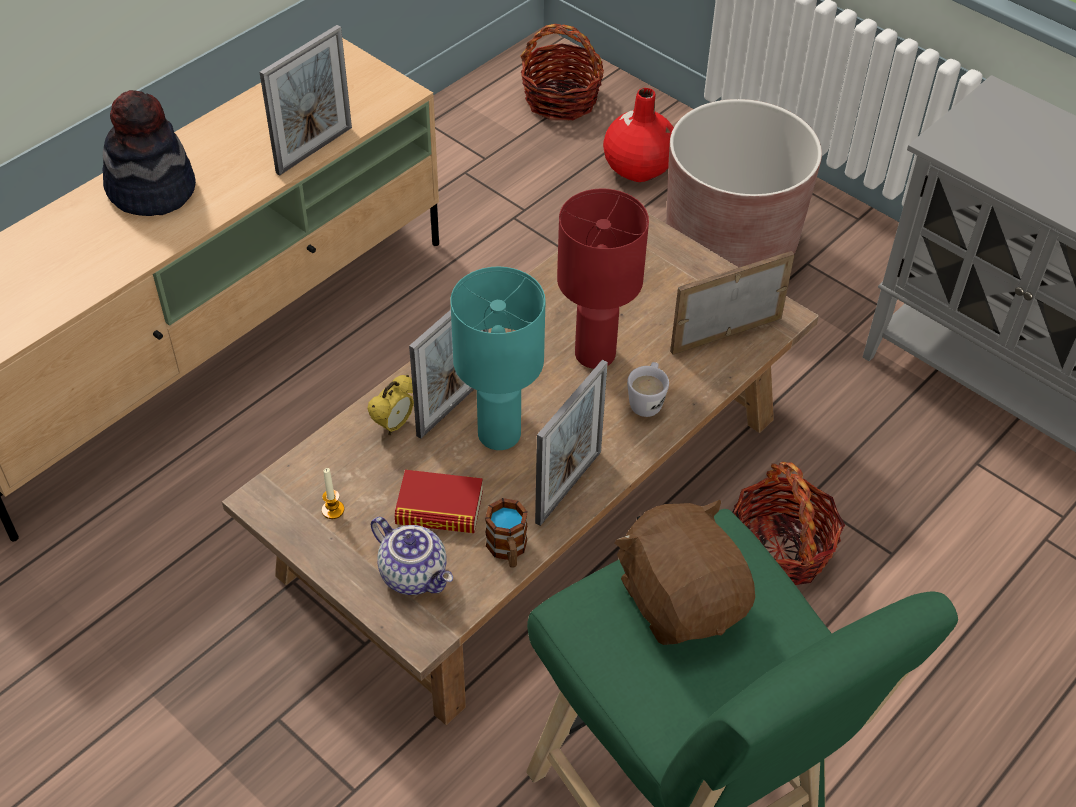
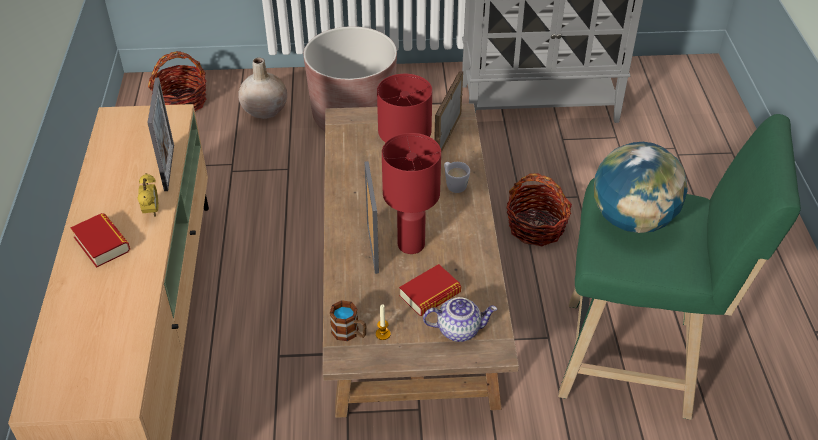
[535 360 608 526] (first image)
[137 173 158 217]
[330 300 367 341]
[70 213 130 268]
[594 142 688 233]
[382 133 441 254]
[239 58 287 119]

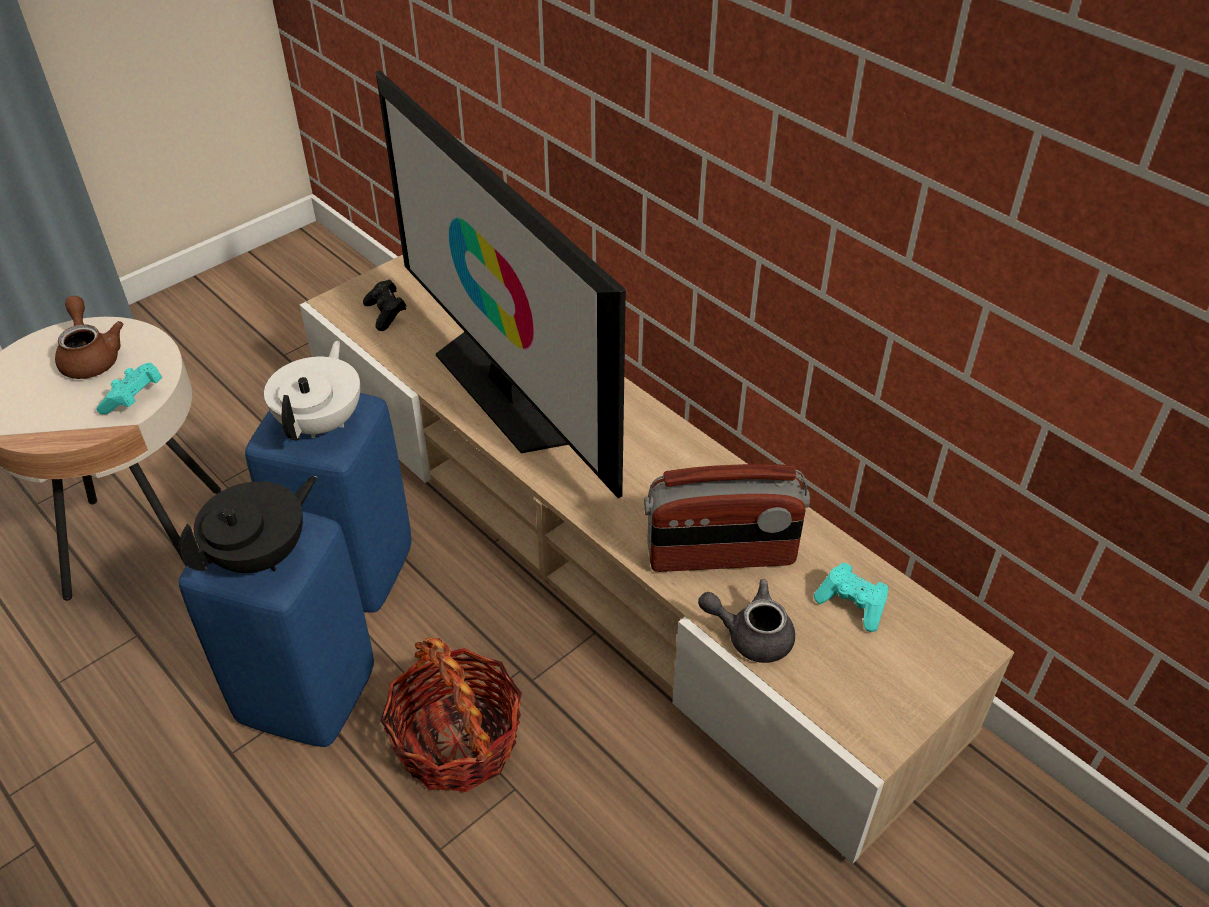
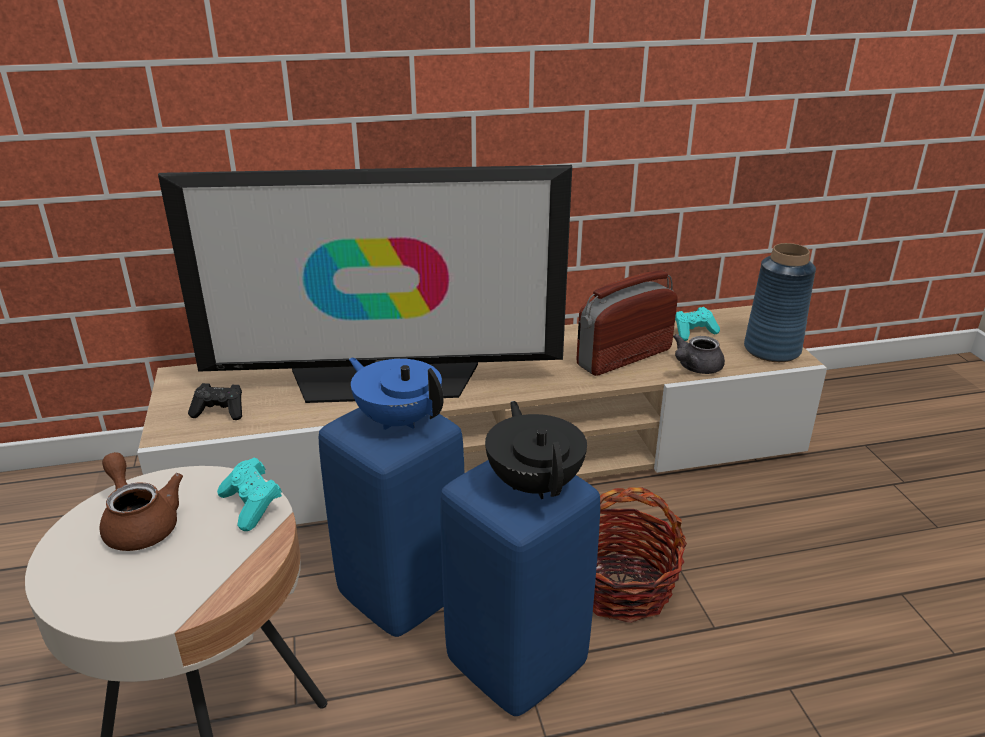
[744 243 816 362]
[349 358 443 430]
[99 452 183 551]
[576 270 678 376]

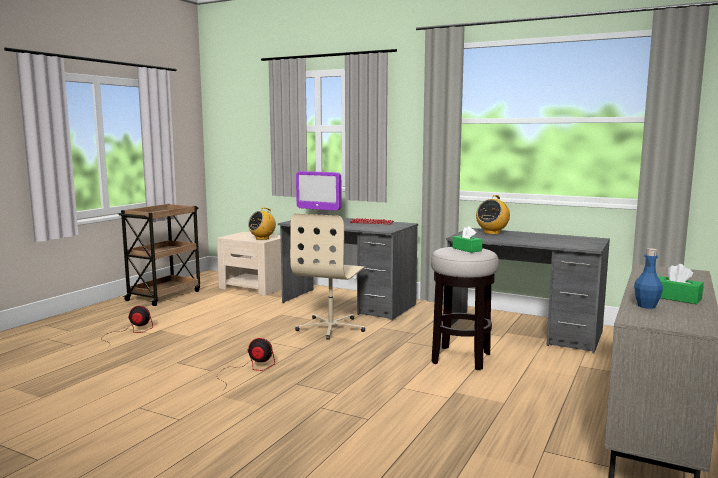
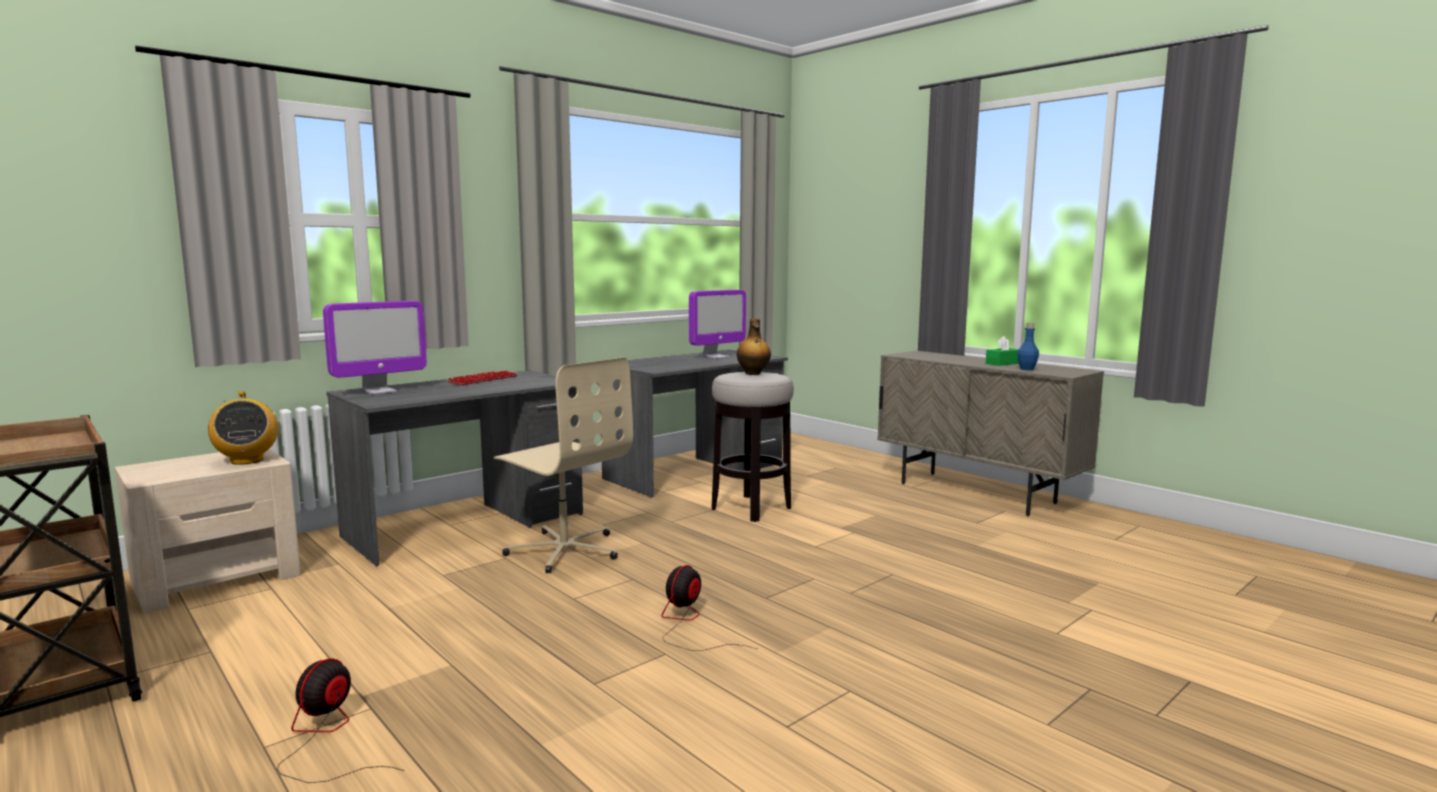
[476 195 510 234] (first image)
[689 290 746 359]
[737 319 771 375]

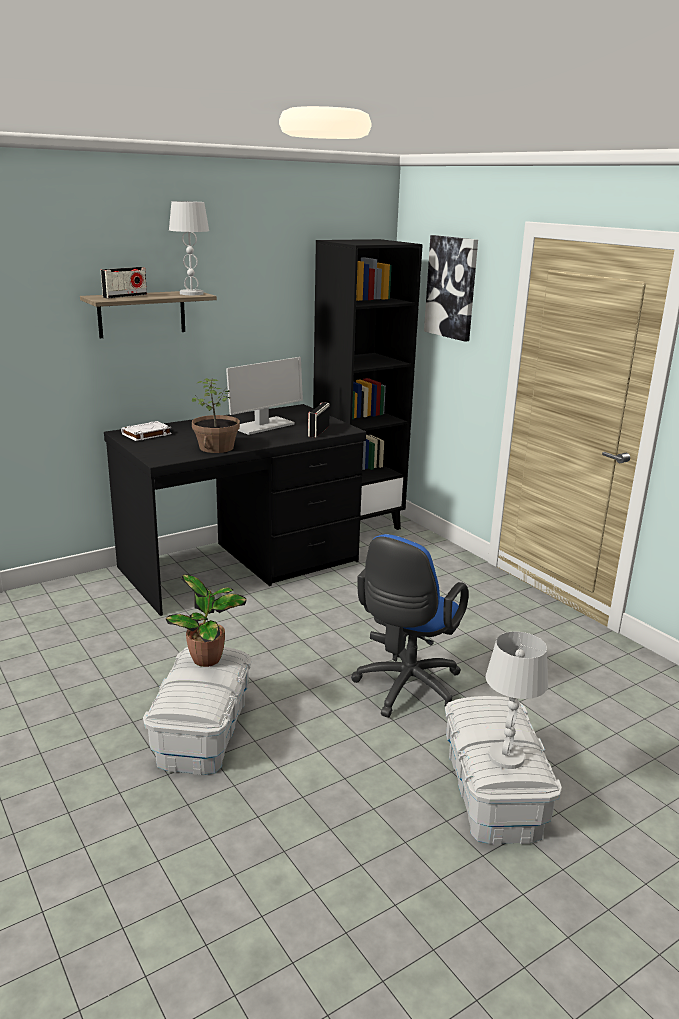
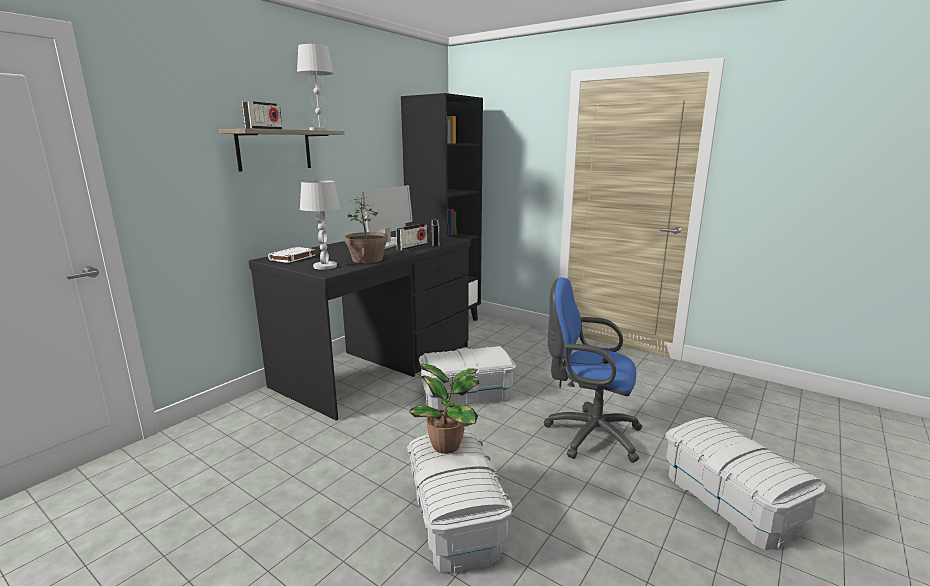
[424 235 478 342] (first image)
[396 224 428 251]
[419 346 516 409]
[300 180 340 270]
[543 277 642 463]

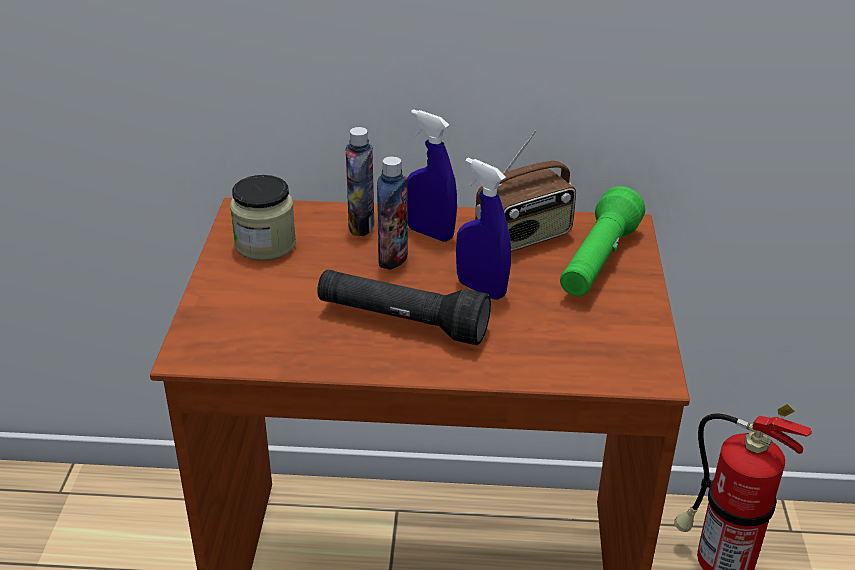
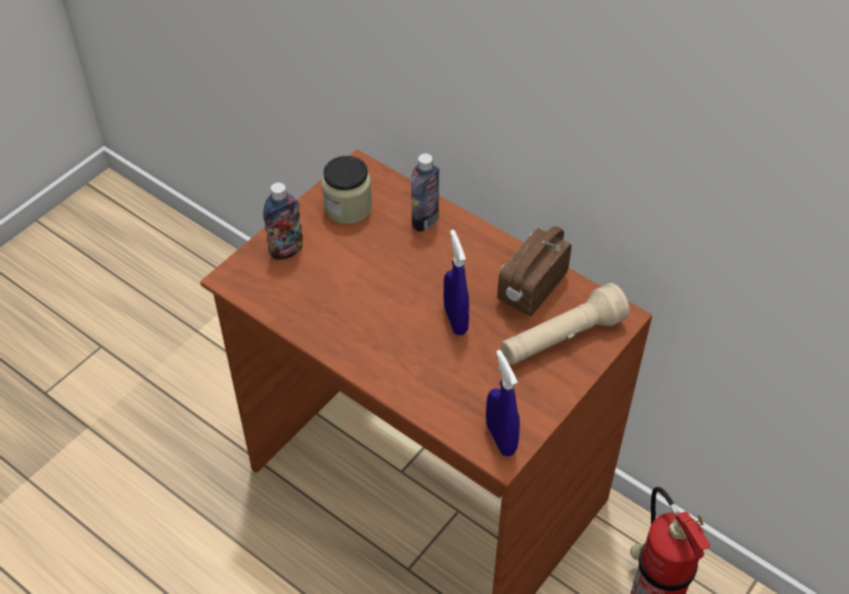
[317 270 491 345] (first image)
[263 183 303 260]
[486 350 520 456]
[501 283 630 365]
[497 226 572 316]

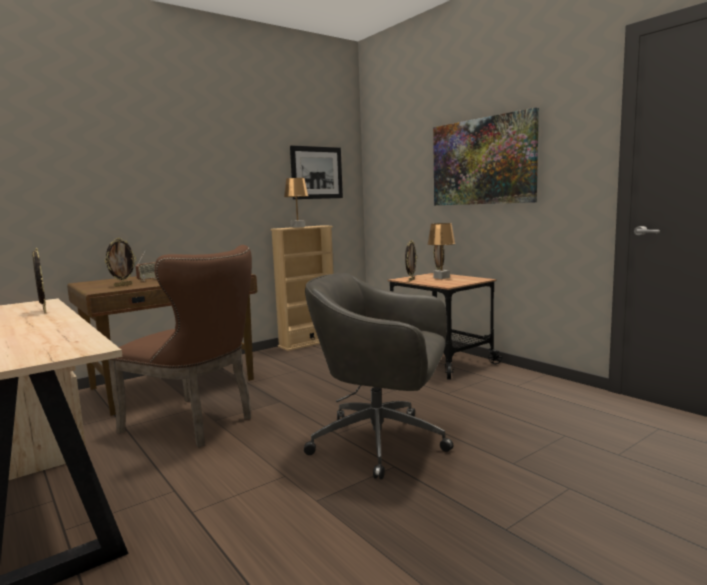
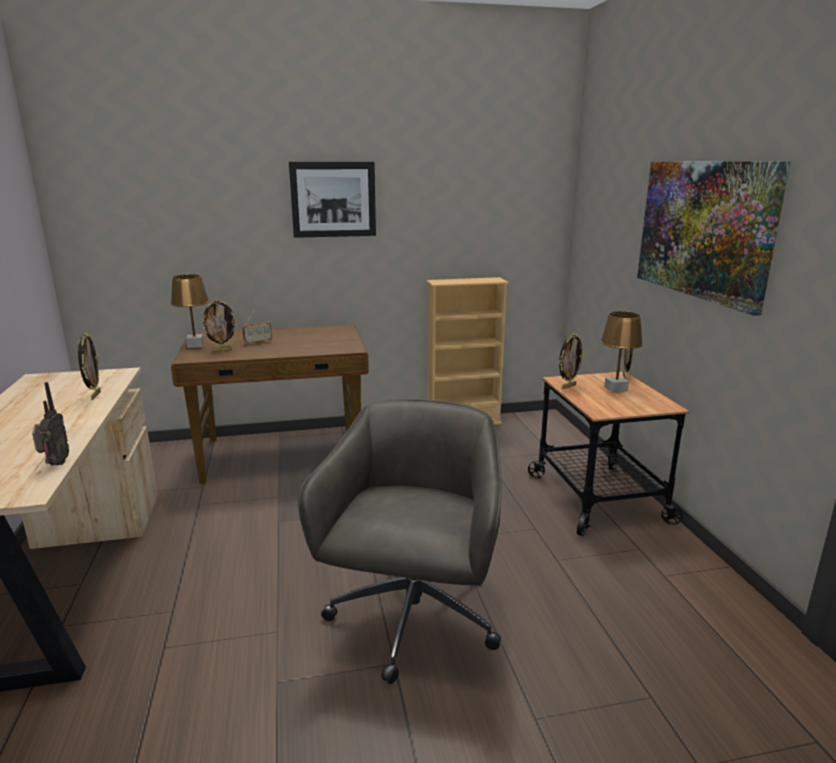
[108 245 252 448] (first image)
[32 382 69 465]
[171 274 209 348]
[289 162 376 238]
[298 399 502 684]

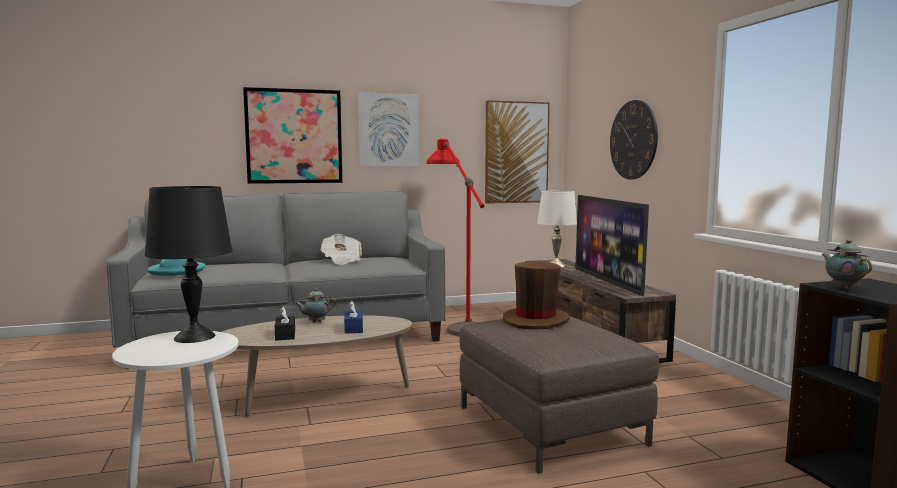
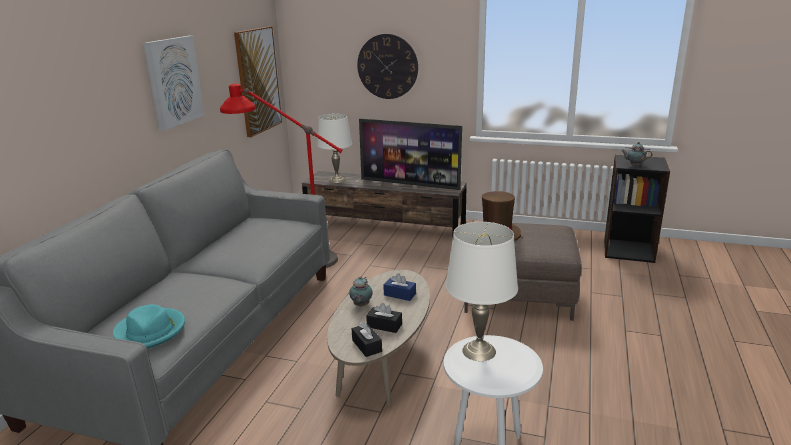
[243 87 343 184] (first image)
[320 234 362 265] (first image)
[352 321 382 357]
[445 222 518 361]

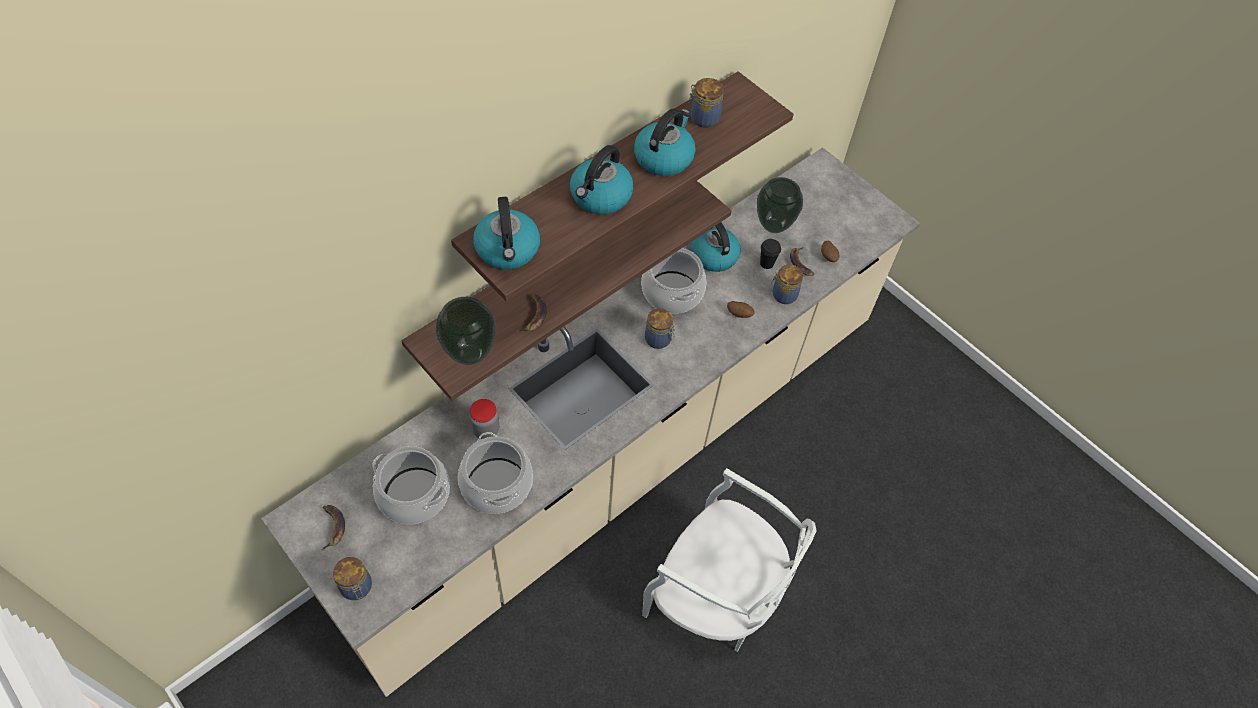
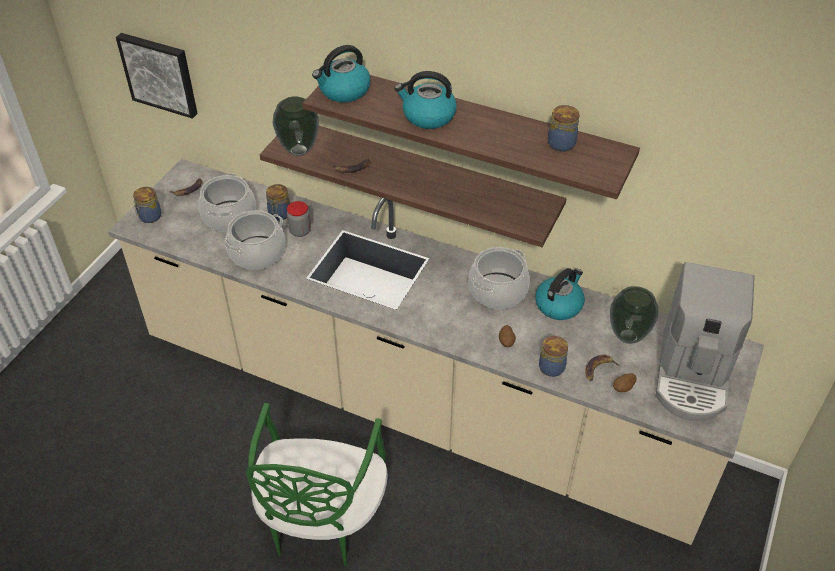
[634 109 696 176] (first image)
[760 239 781 269] (first image)
[116 33 198 119]
[656 262 755 421]
[266 184 290 220]
[246 403 388 566]

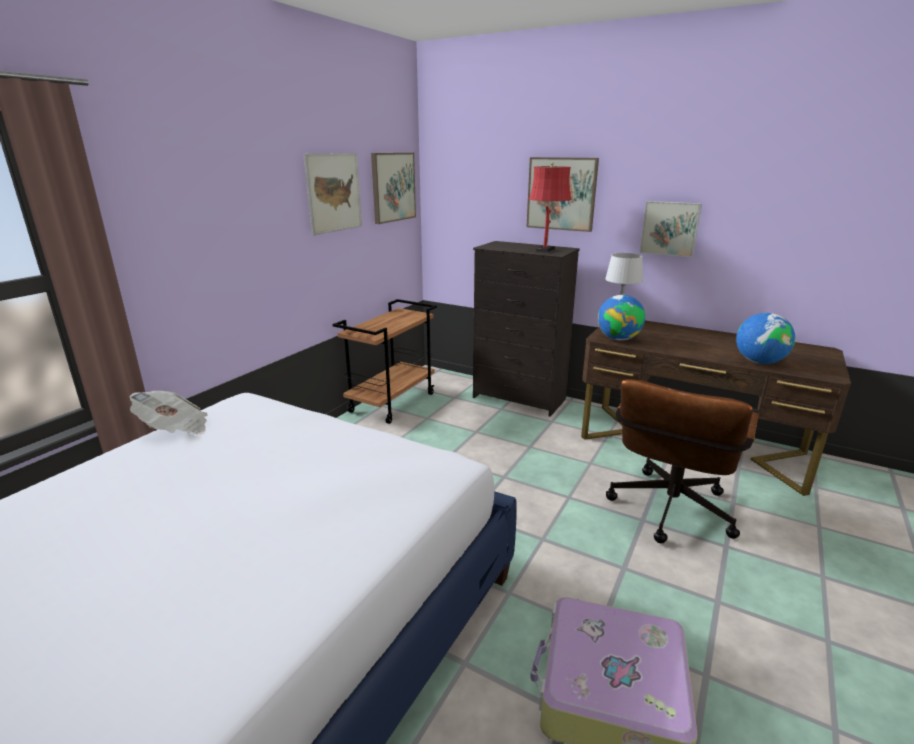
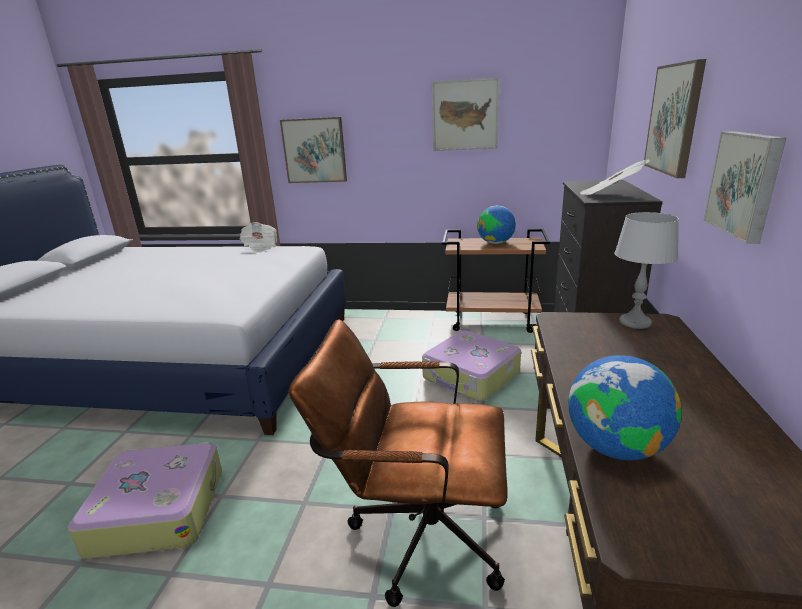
[422 330 521 401]
[280 117 347 183]
[477 206 516 244]
[580 160 650 195]

